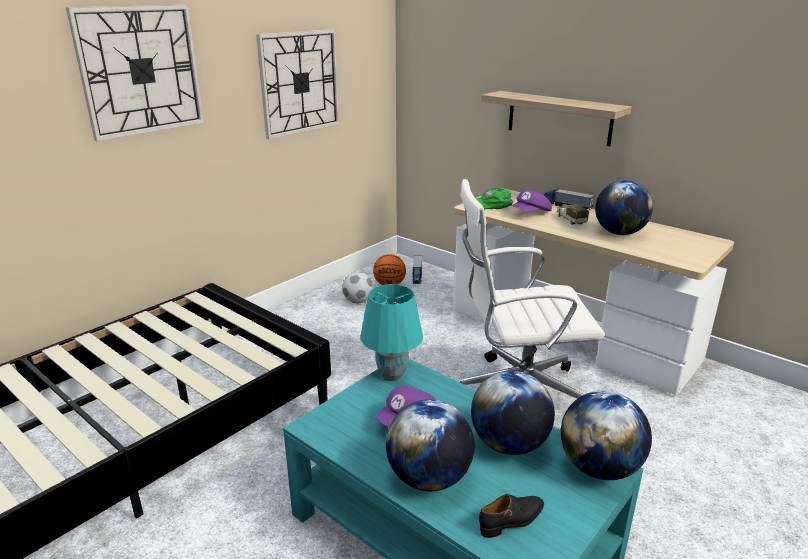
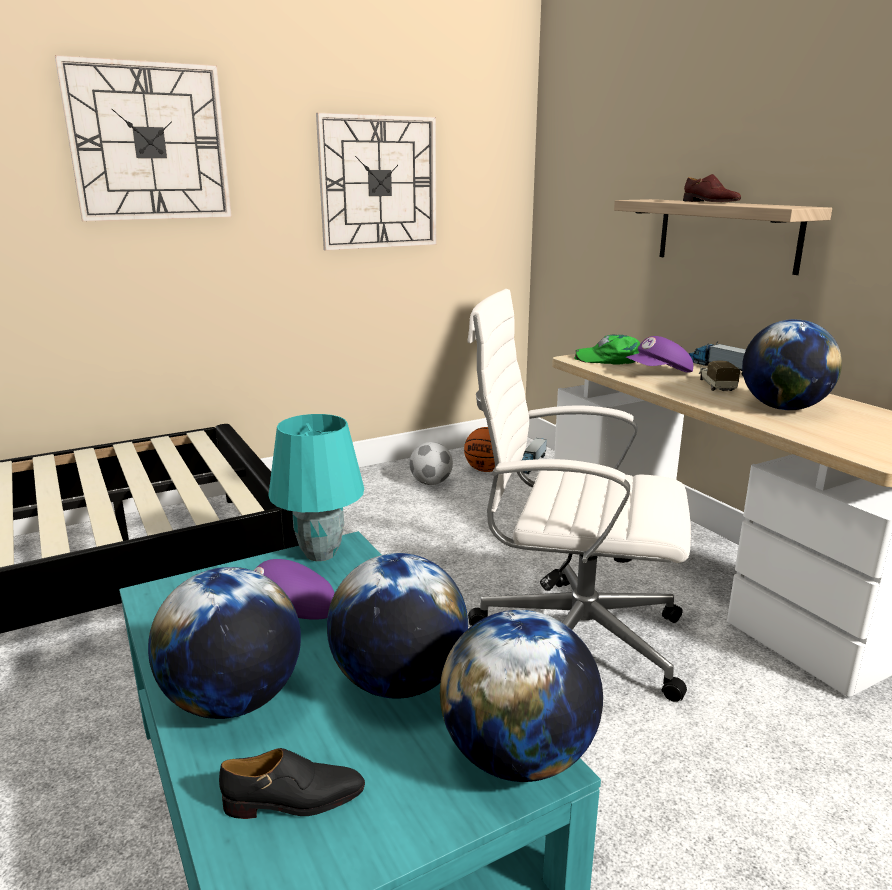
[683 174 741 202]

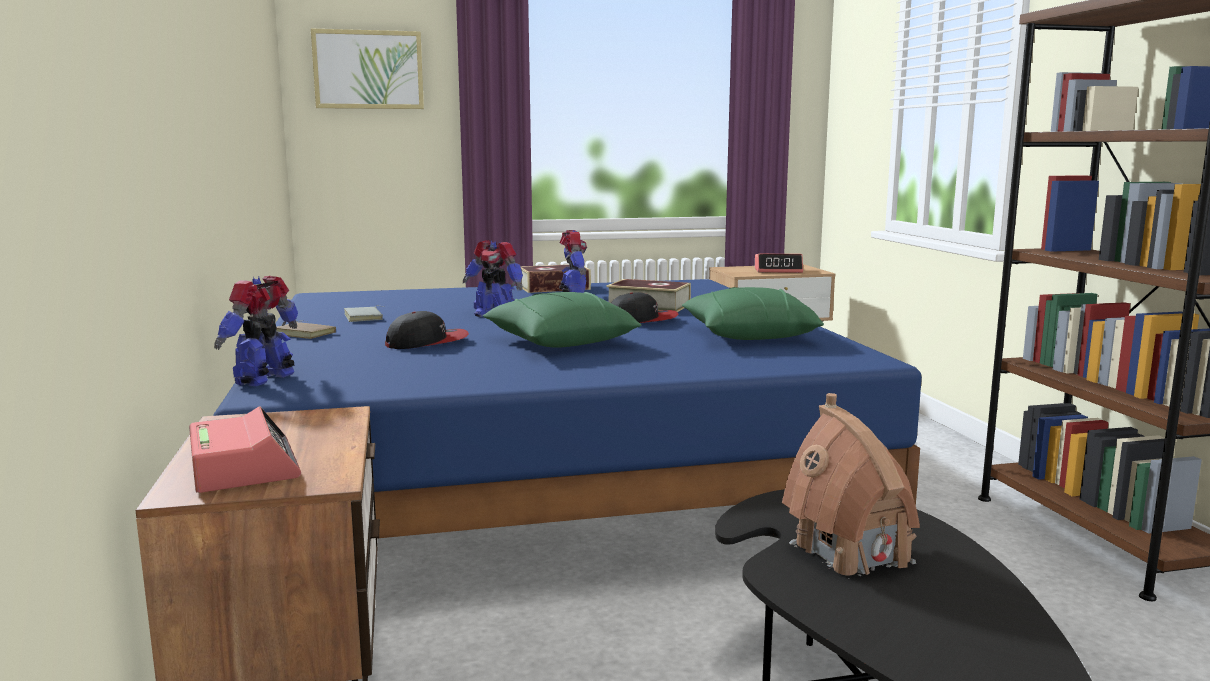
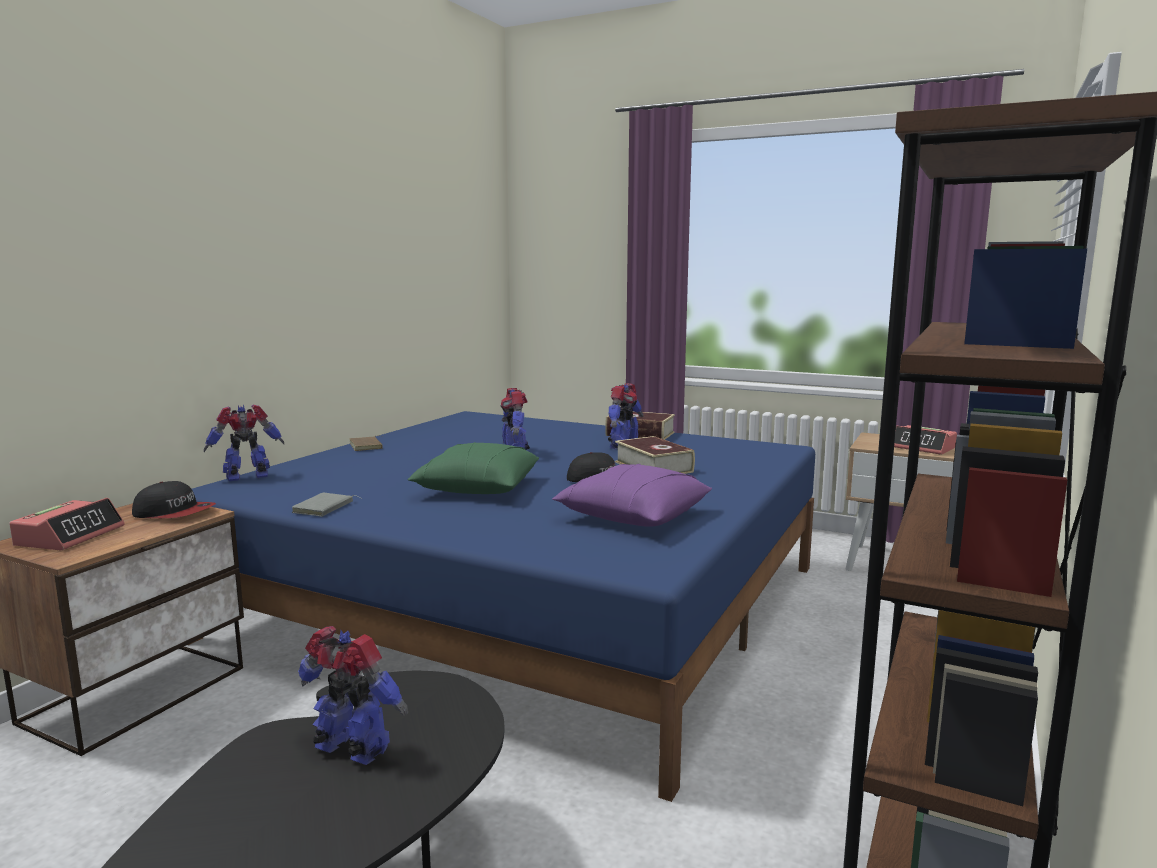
[311 29 424 109] (first image)
[292 493 362 517]
[132 481 216 518]
[298 626 408 765]
[552 464 712 527]

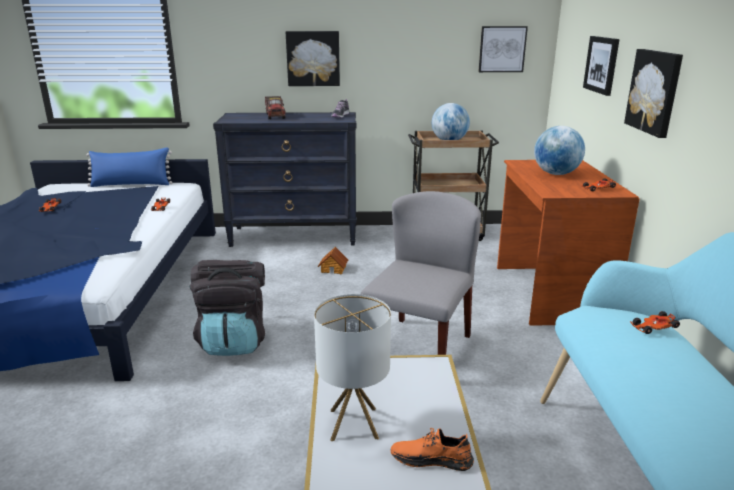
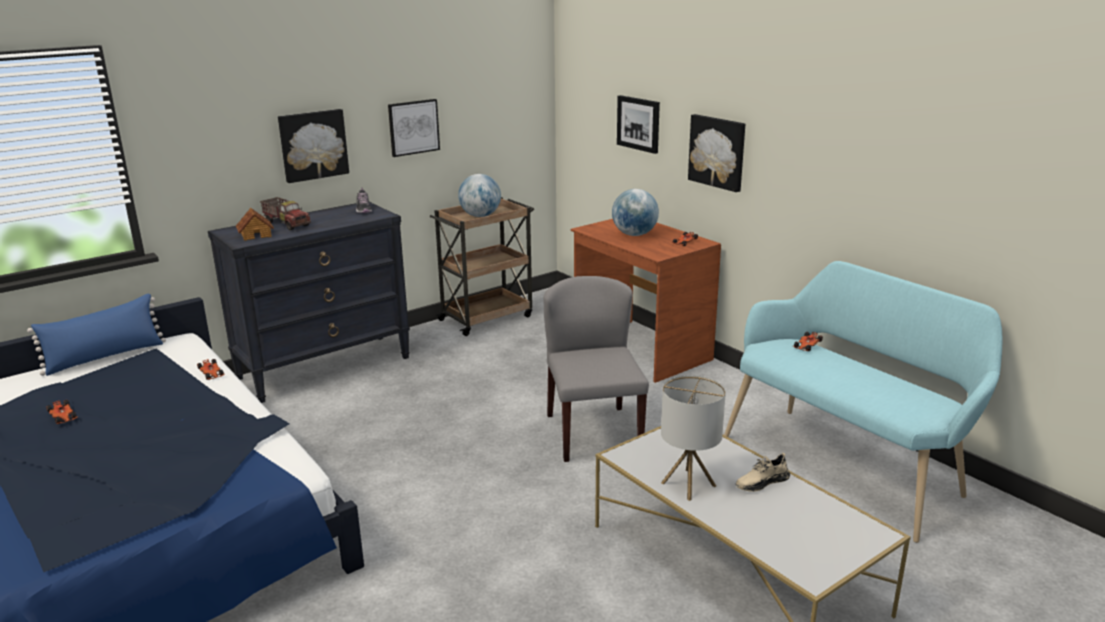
[189 260 265 356] (first image)
[236 208 274 241]
[388 99 440 157]
[736 452 790 492]

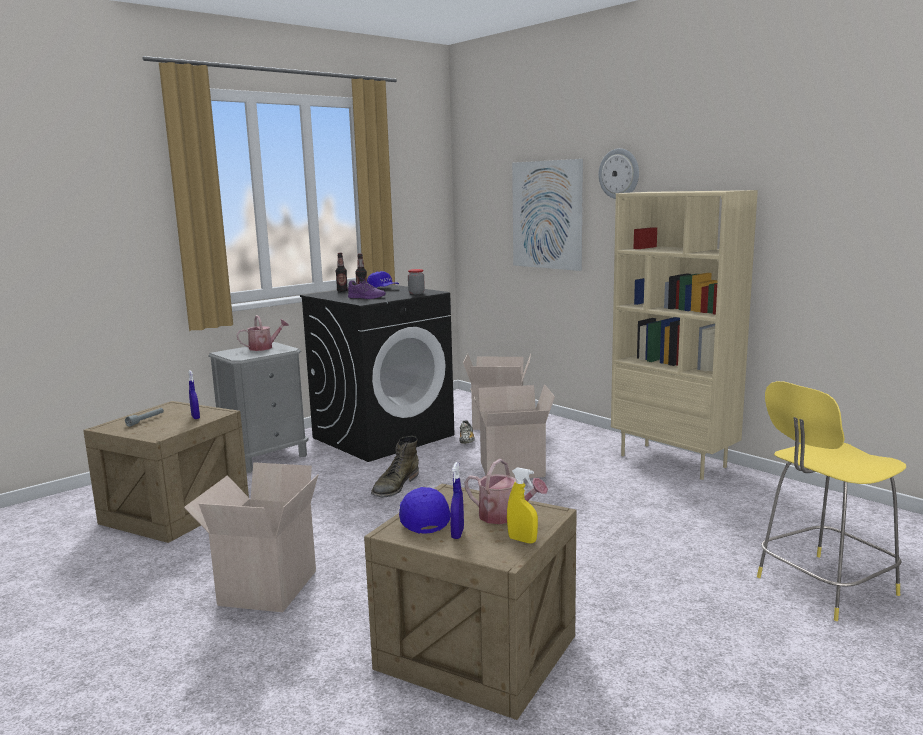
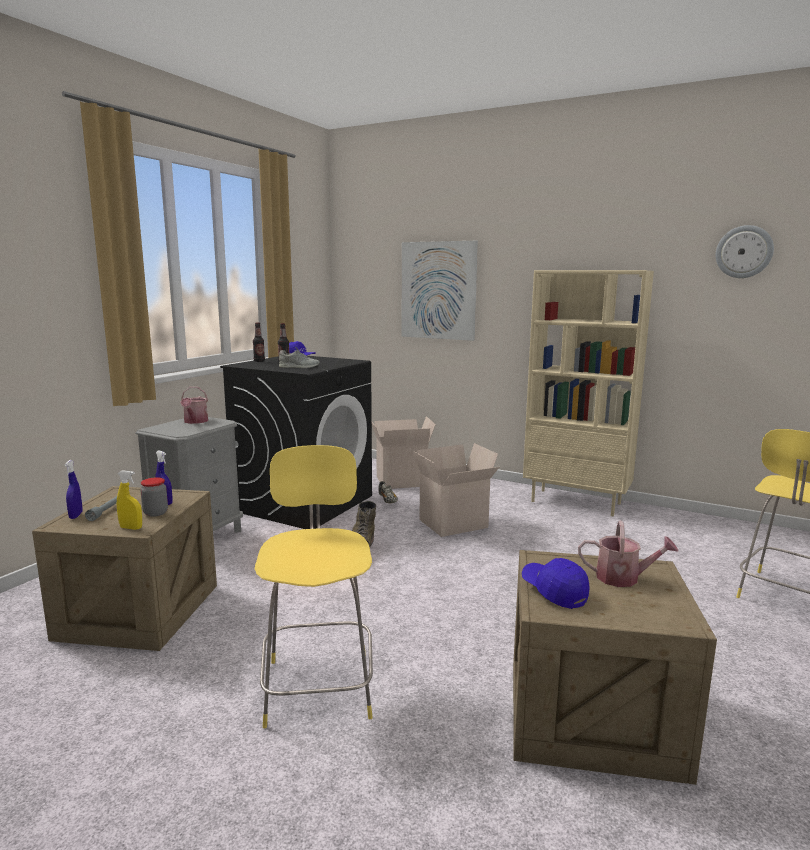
[140 477 168 517]
[65 460 83 519]
[117 470 142 530]
[716 225 774 278]
[255 445 373 728]
[279 347 320 368]
[180 387 208 424]

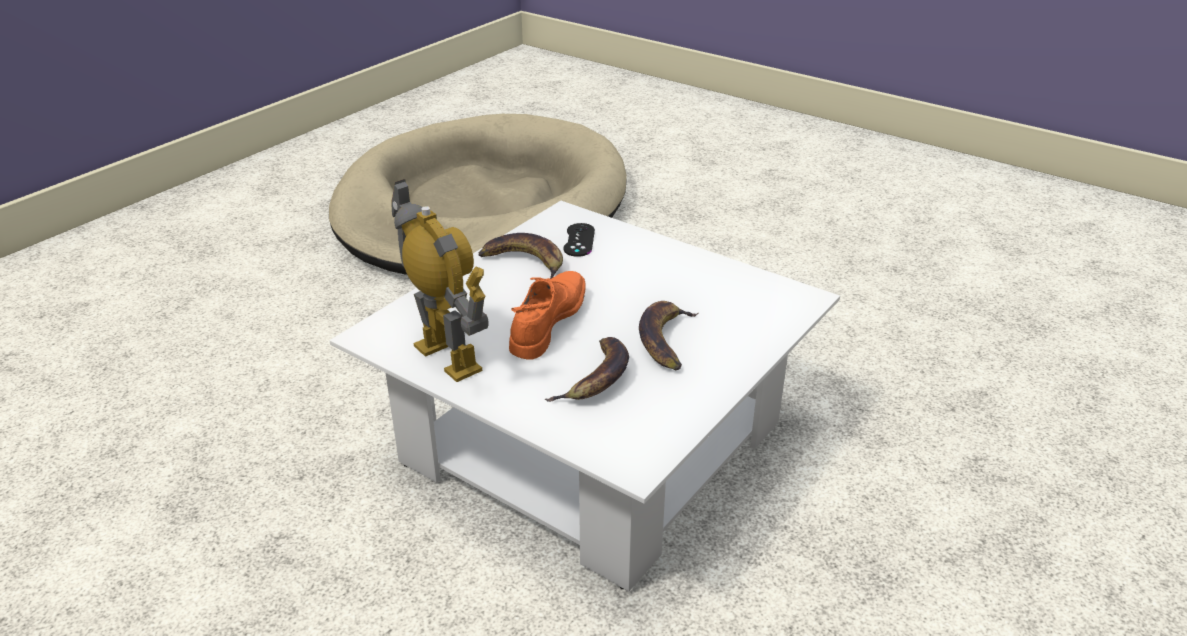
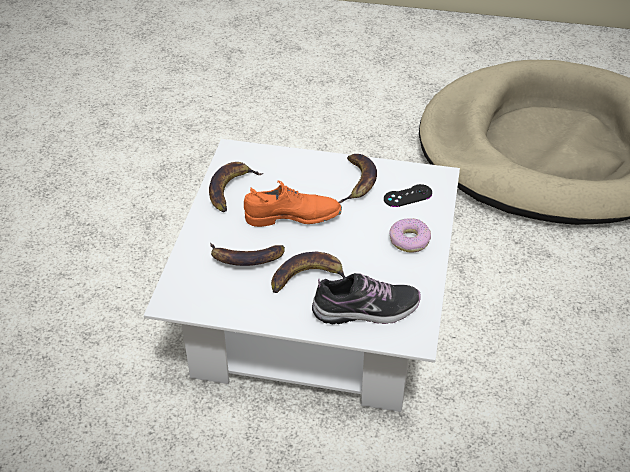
[312 273 421 324]
[390 218 431 253]
[209 162 263 212]

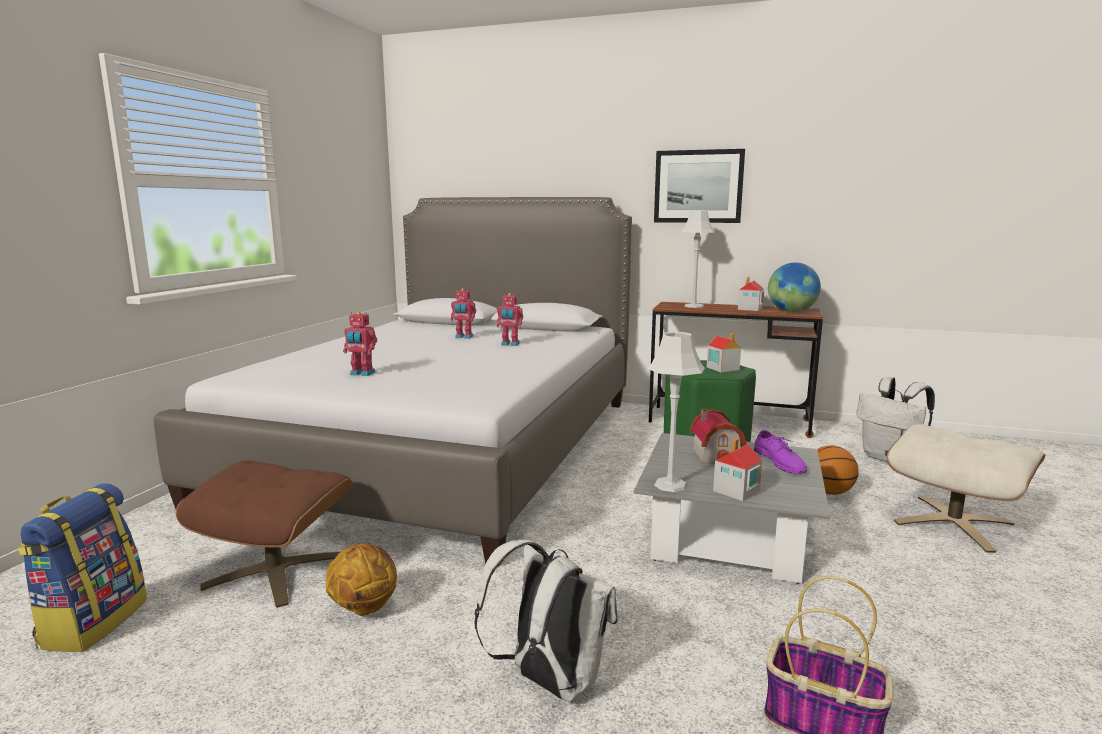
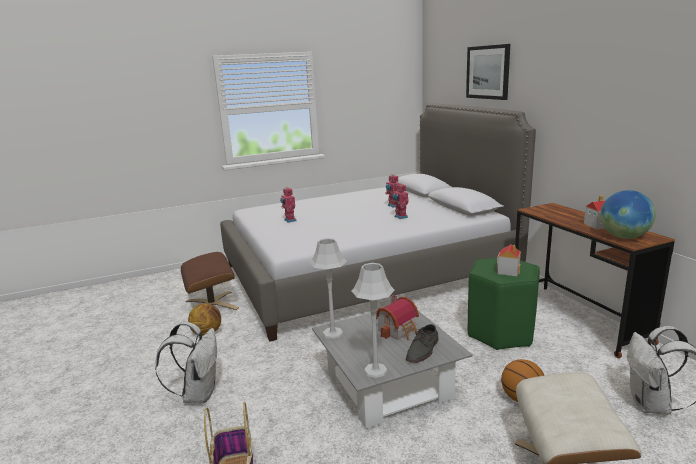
[18 483 147 652] (first image)
[713 438 762 501] (first image)
[466 44 510 100]
[352 263 394 378]
[406 324 439 363]

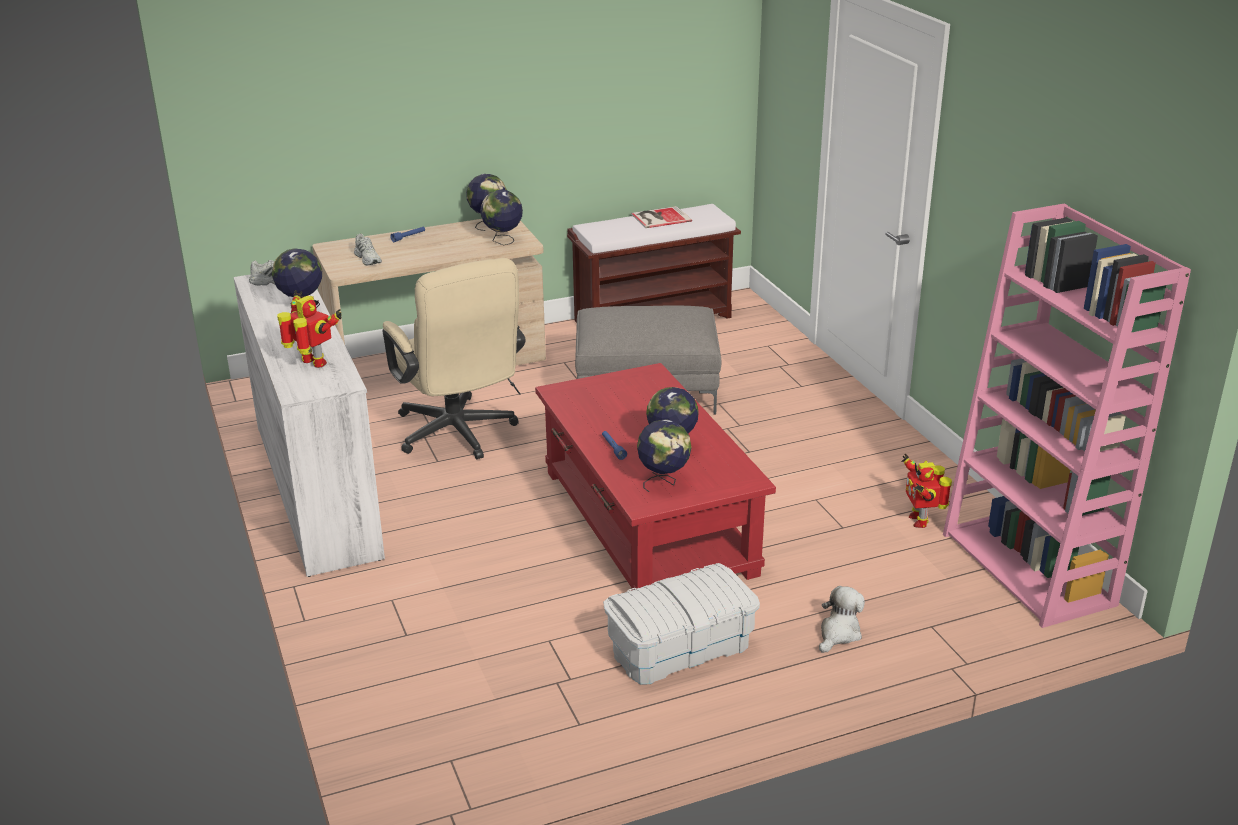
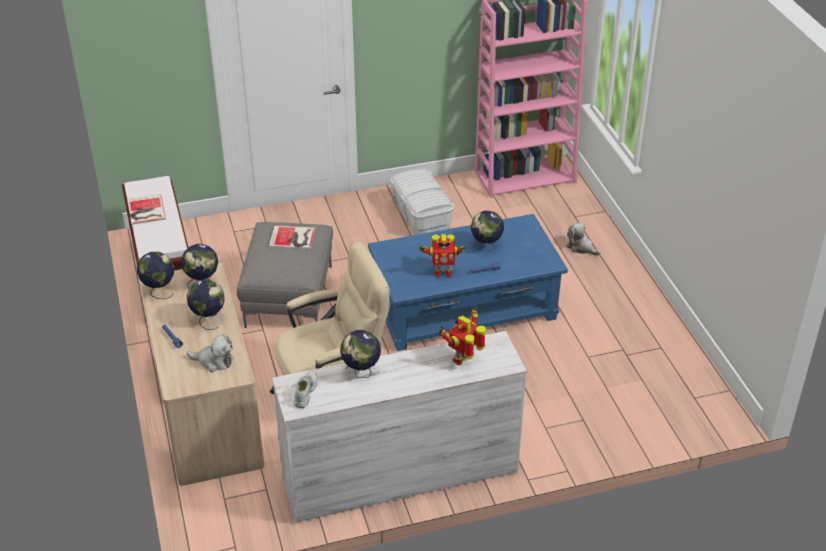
[269 225 315 249]
[390 169 454 235]
[187 279 225 330]
[419 234 466 278]
[187 334 233 372]
[368 214 568 351]

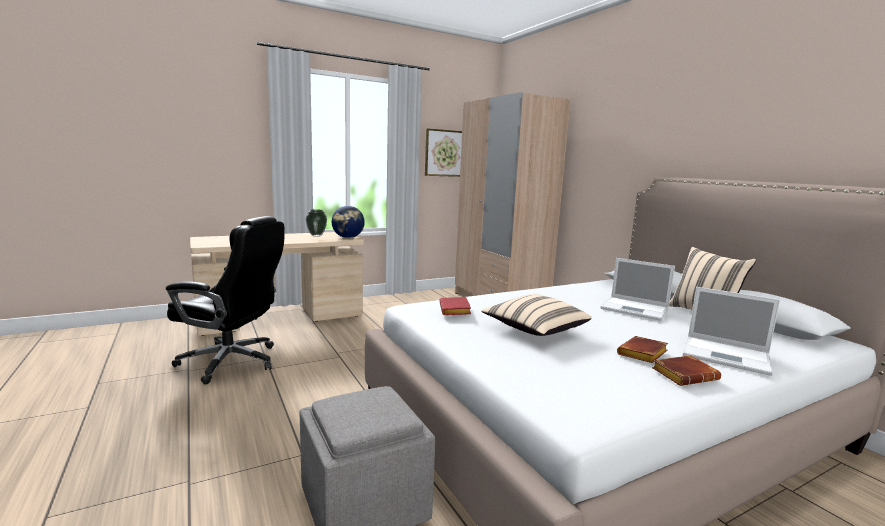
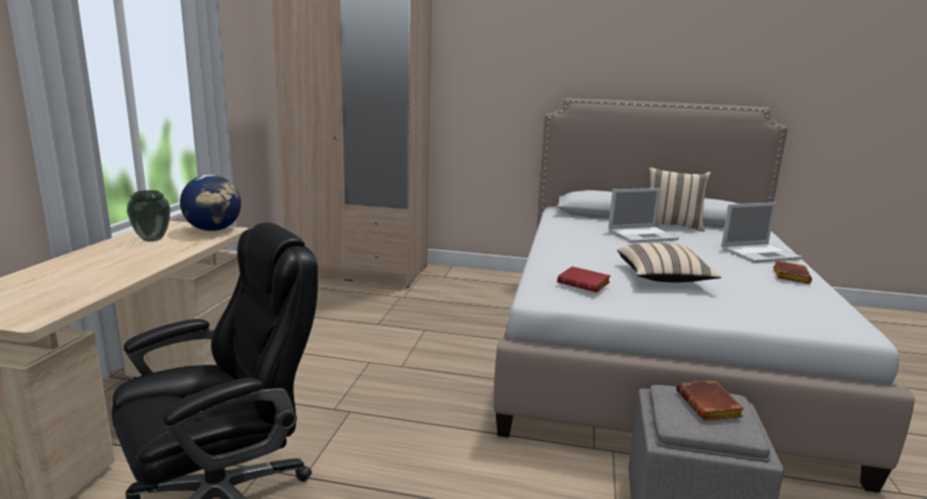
[425 128 462 177] (first image)
[676 380 744 421]

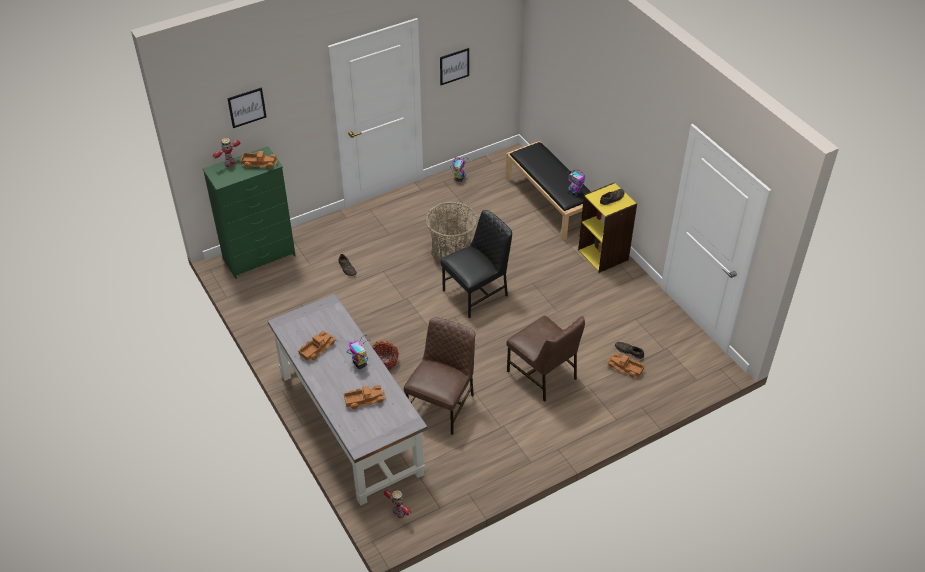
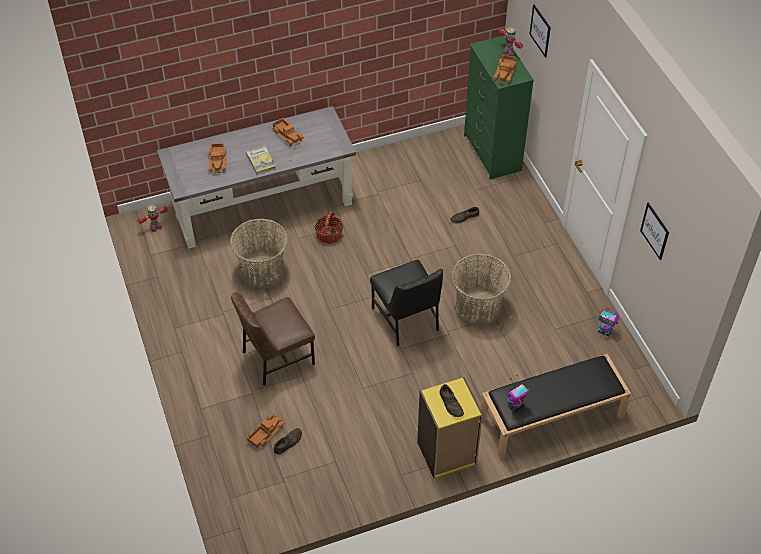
[246 146 276 175]
[230 218 288 290]

